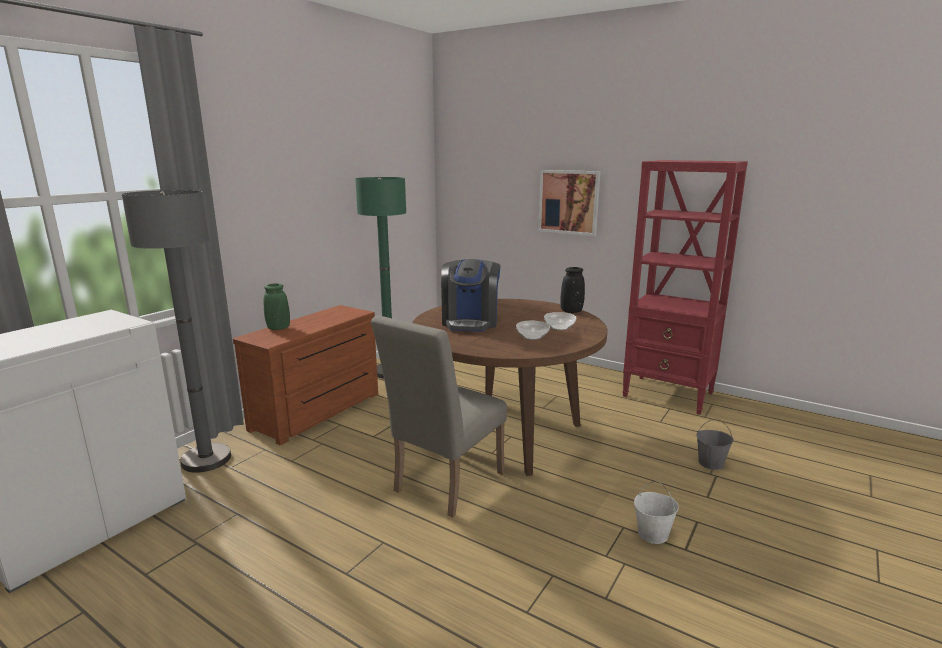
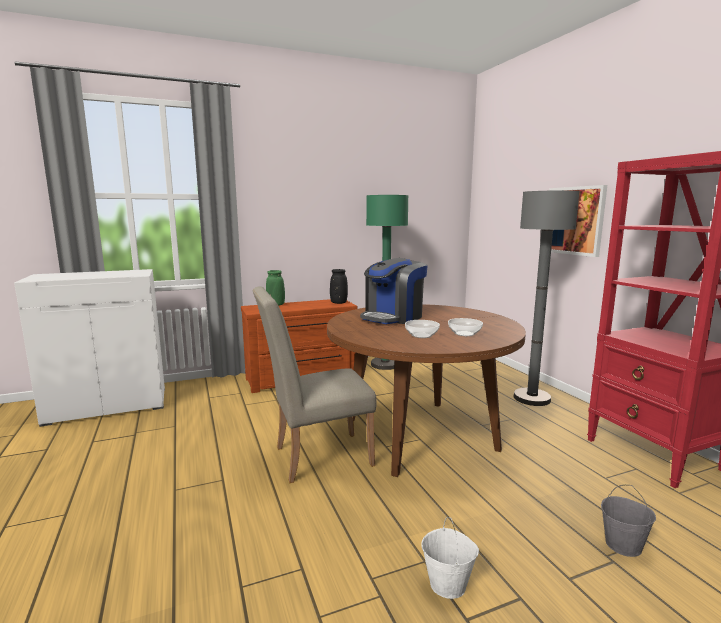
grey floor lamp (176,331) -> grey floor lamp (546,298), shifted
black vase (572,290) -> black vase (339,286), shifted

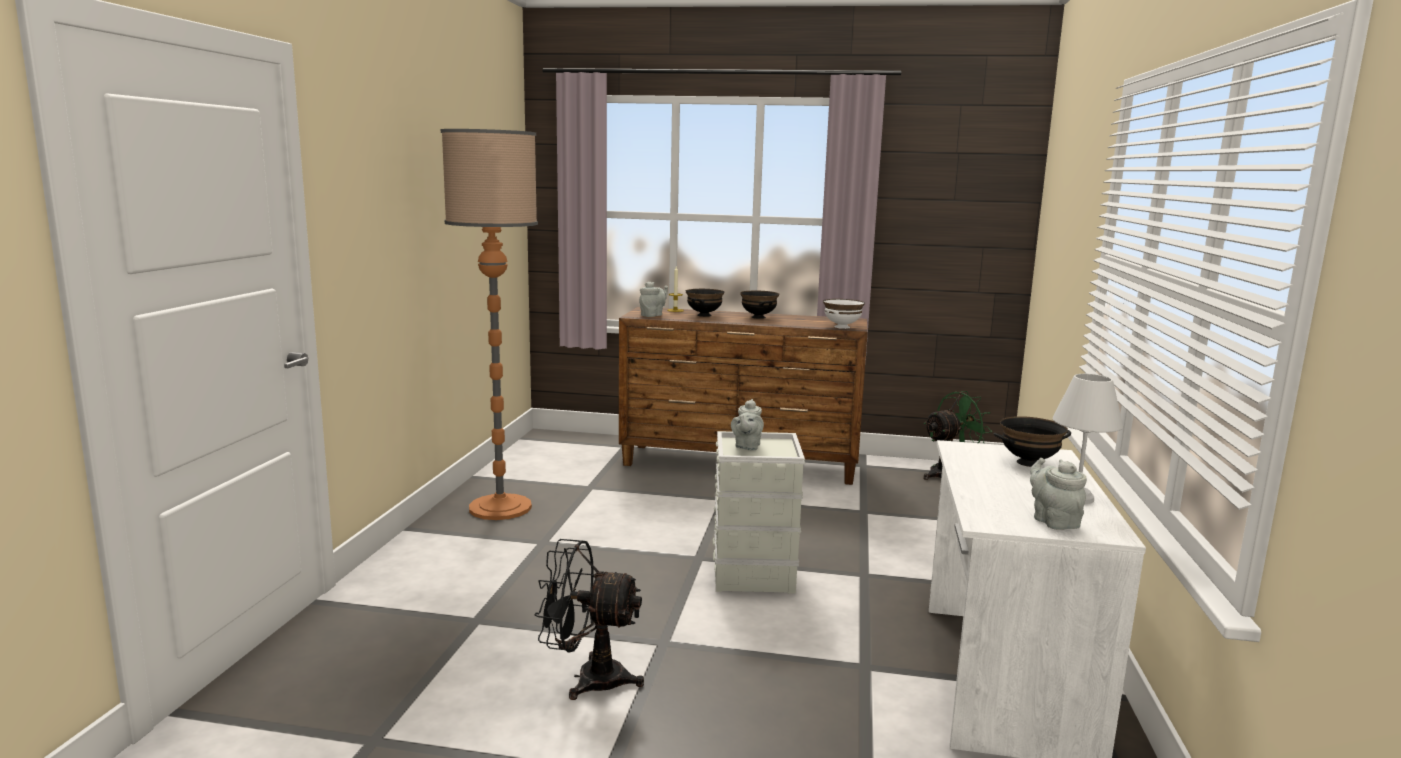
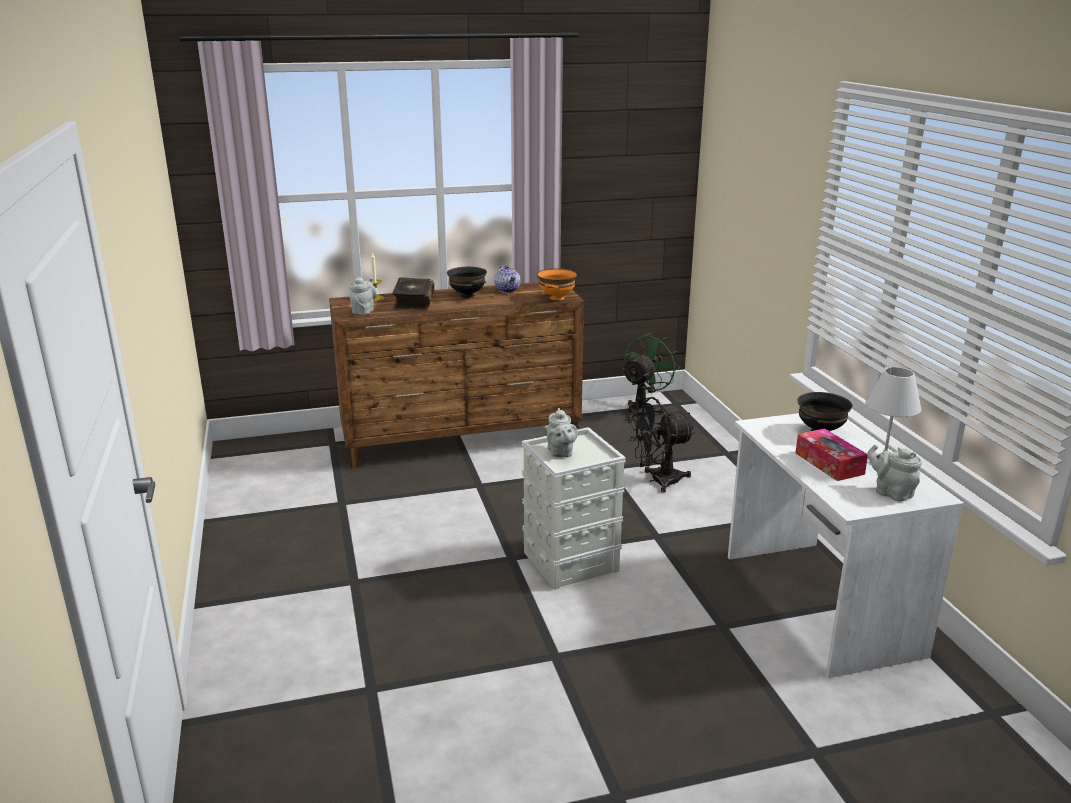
floor lamp (489,324) -> none
none -> teapot (507,279)
none -> tissue box (831,454)
black fan (589,619) -> black fan (662,444), shifted
black bowl (705,303) -> book (413,293)
white bowl (844,314) -> orange bowl (557,284)

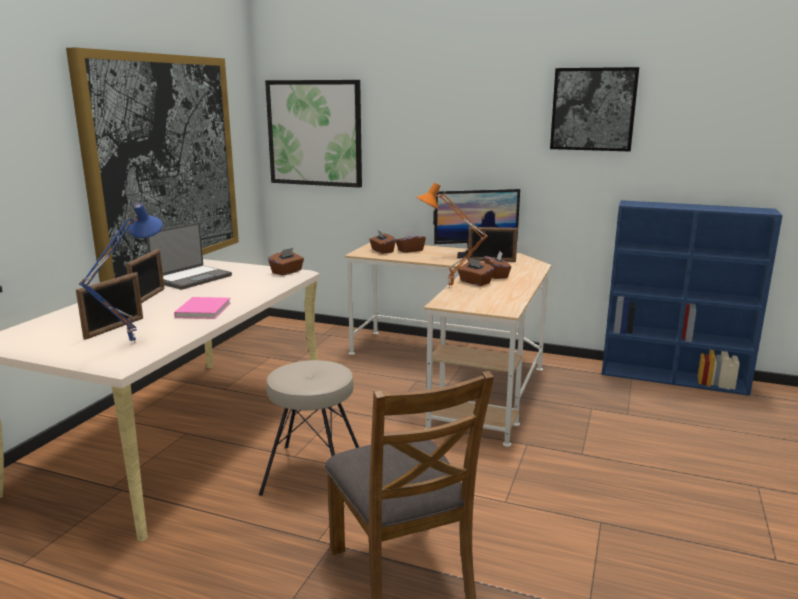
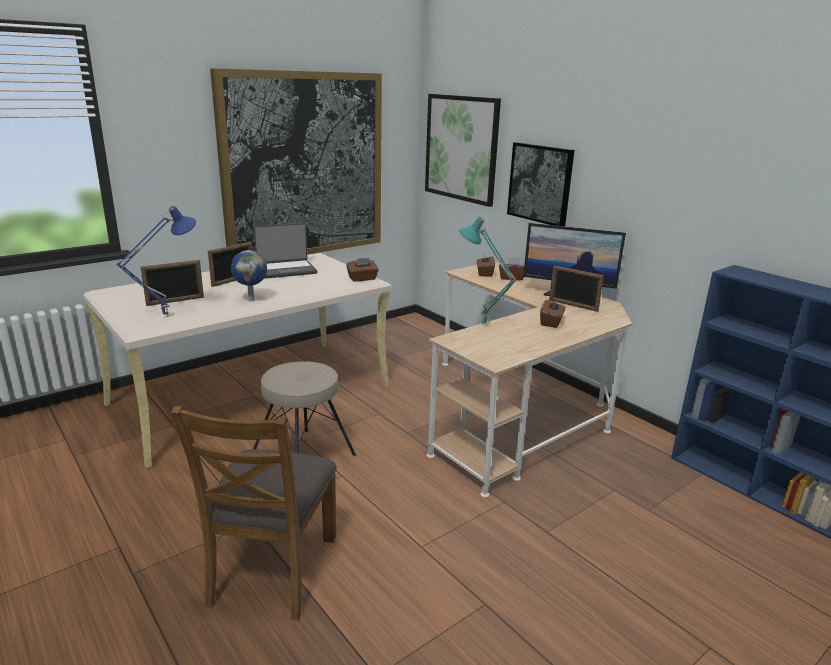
brown tissue box (476,272) -> none
picture (594,109) -> picture (541,184), shifted
pink book (202,308) -> globe (249,275)
orange table lamp (452,235) -> turquoise table lamp (488,271)

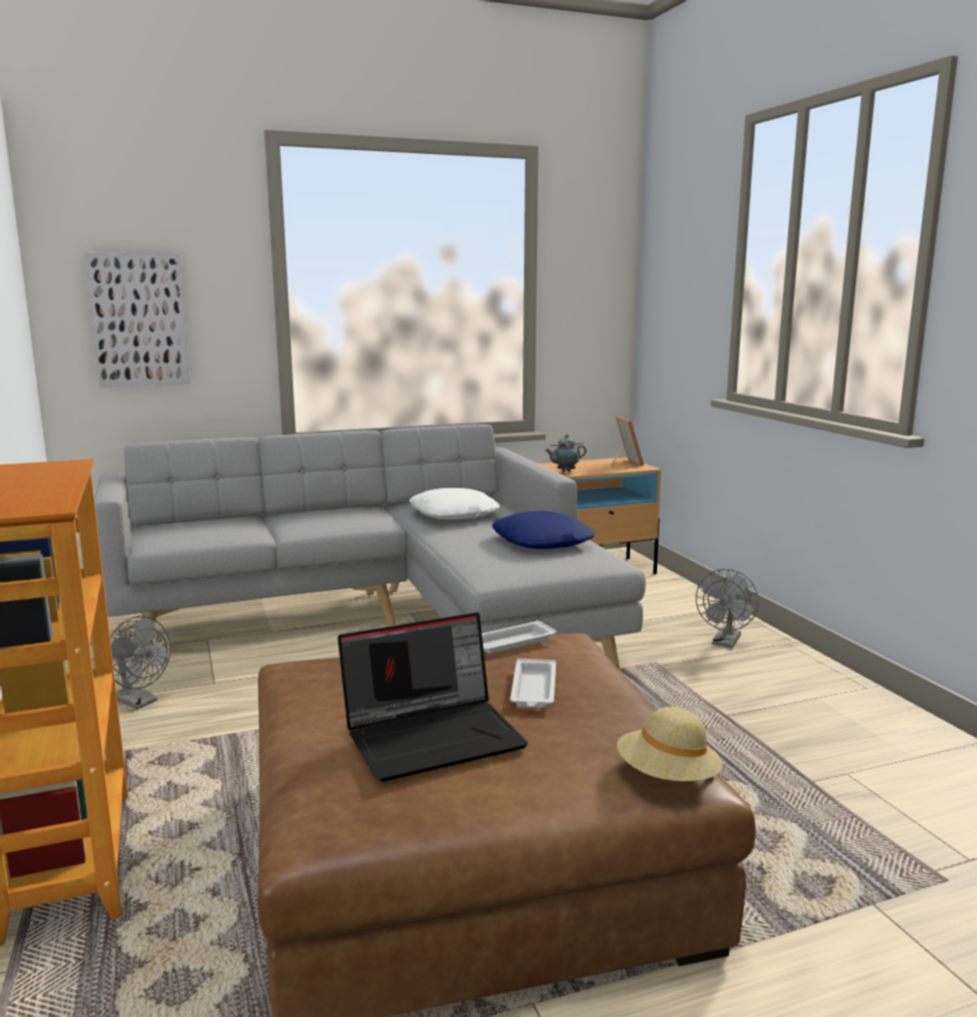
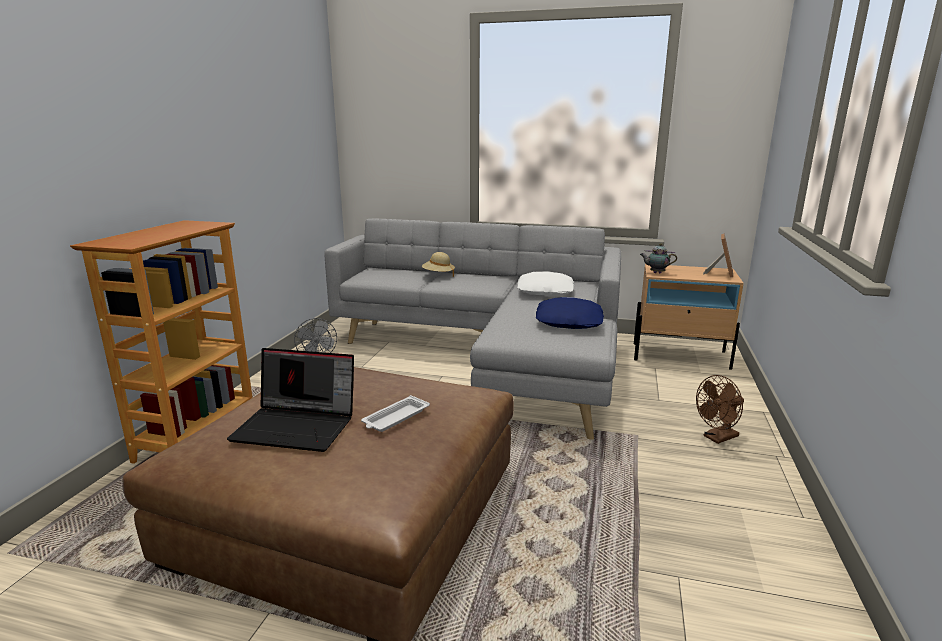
picture (137,320) -> none
white tray (519,636) -> none
beige hat (670,744) -> beige hat (438,264), shifted
grey fan (727,608) -> brown fan (720,409)

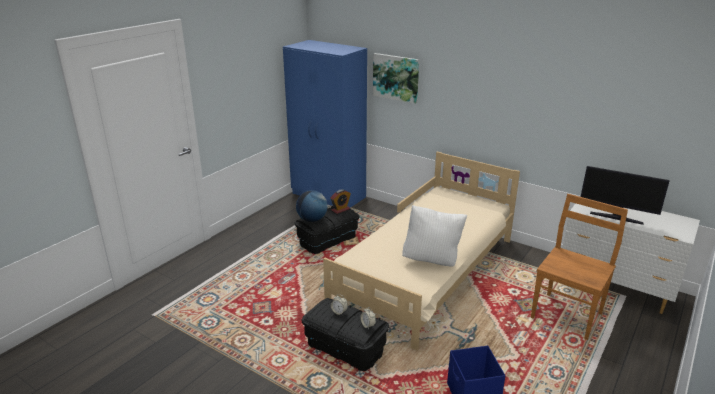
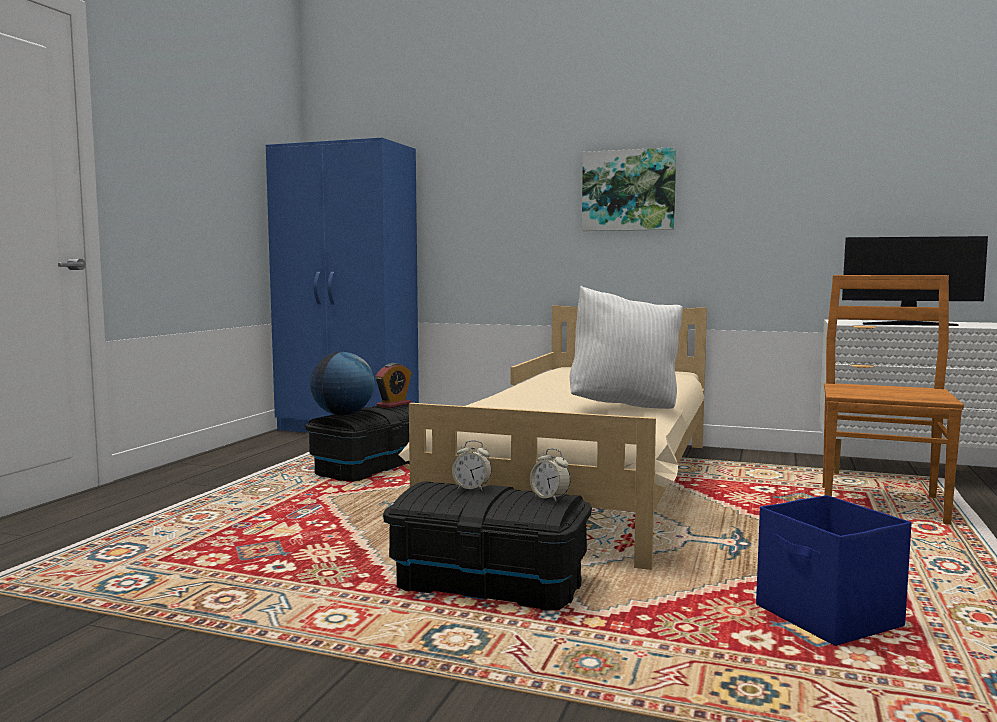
picture (396,78) -> picture (629,189), shifted

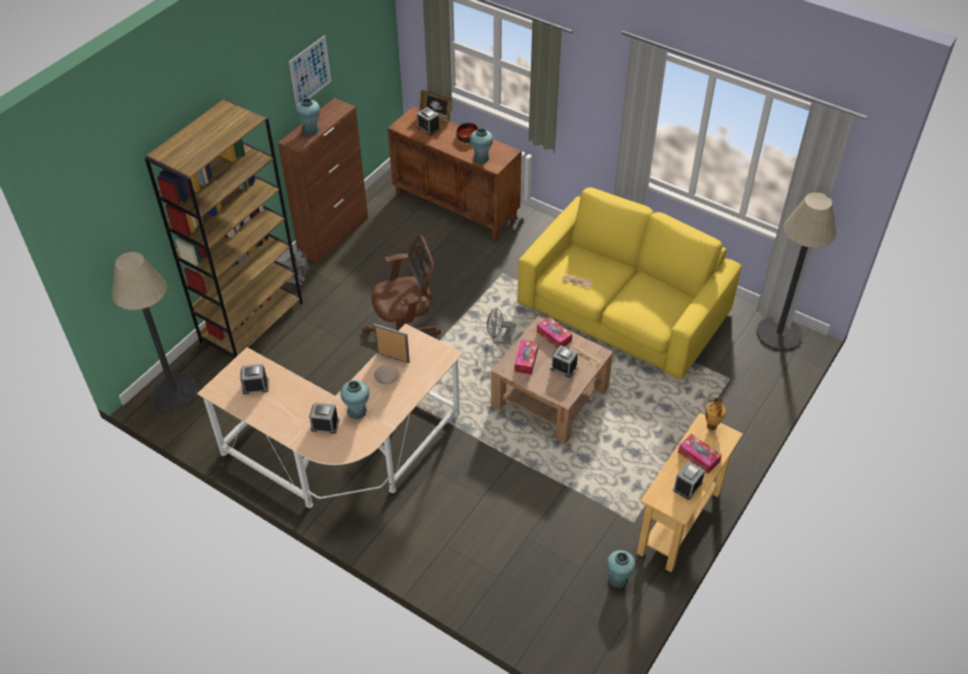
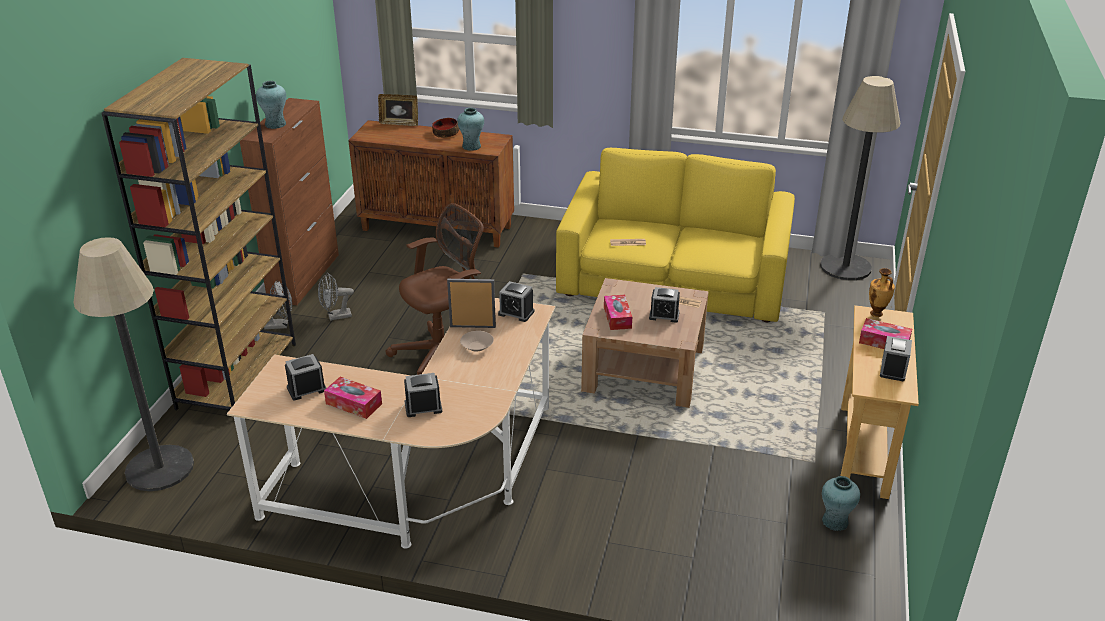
picture (310,70) -> none
turquoise vase (355,399) -> none
alarm clock (428,121) -> alarm clock (516,301), shifted
grey fan (501,325) -> grey fan (336,297), shifted
tissue box (554,332) -> tissue box (353,398), shifted

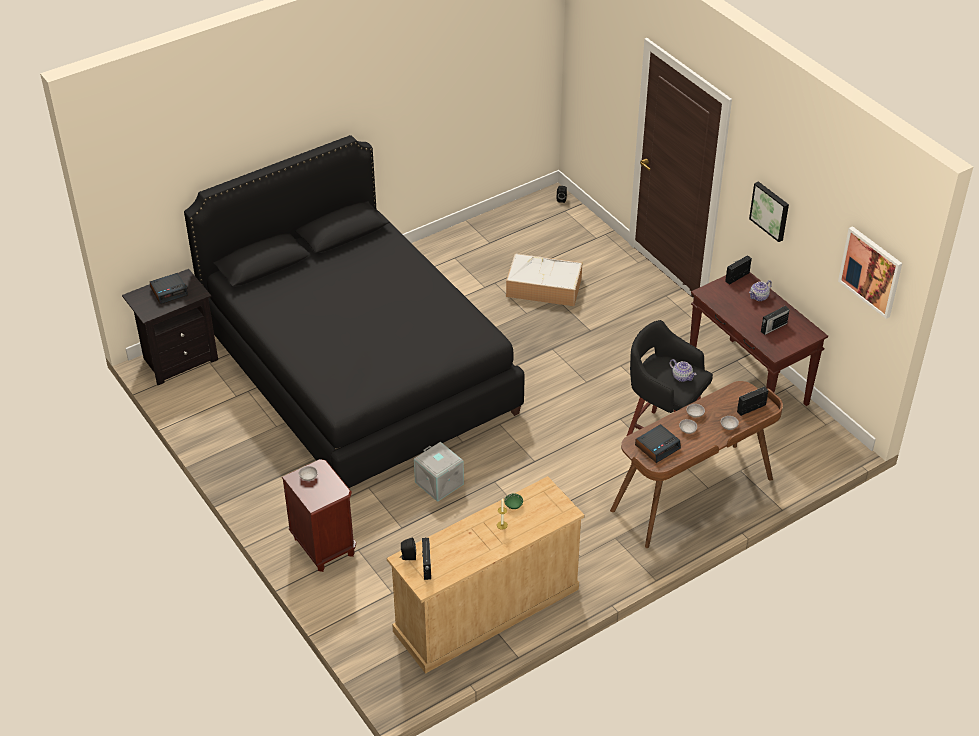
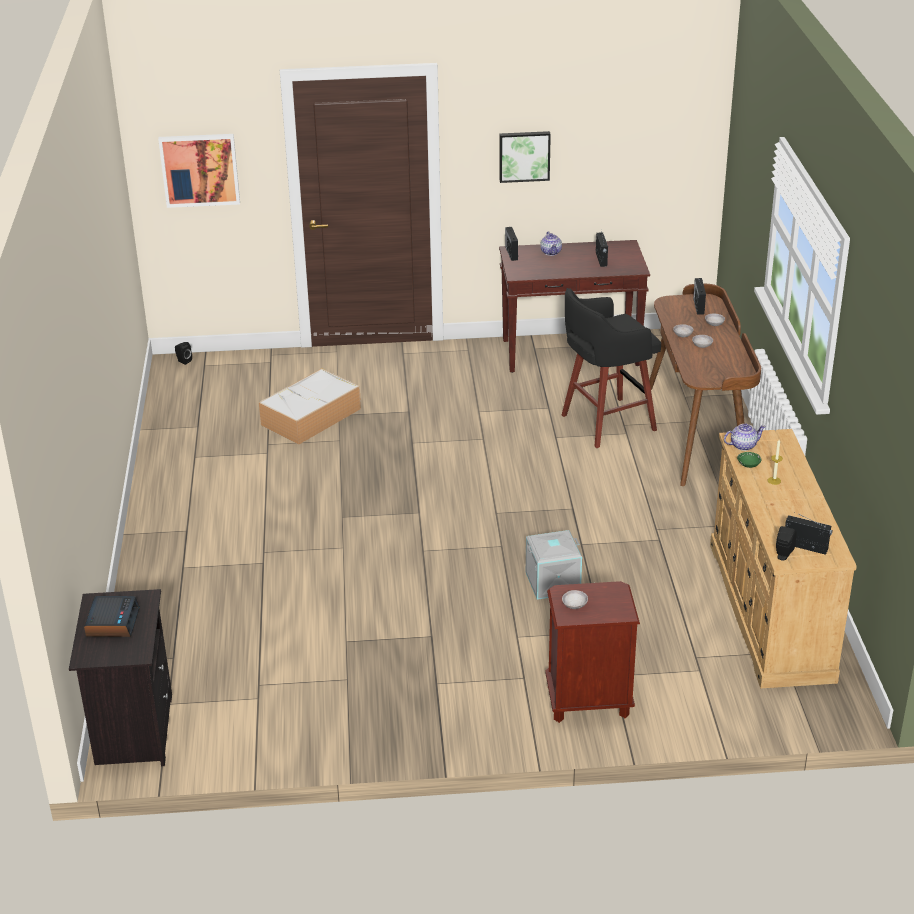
black bed (354,312) -> none
alarm clock (658,443) -> none
teapot (683,370) -> teapot (745,437), shifted
picture (870,272) -> picture (199,171), shifted

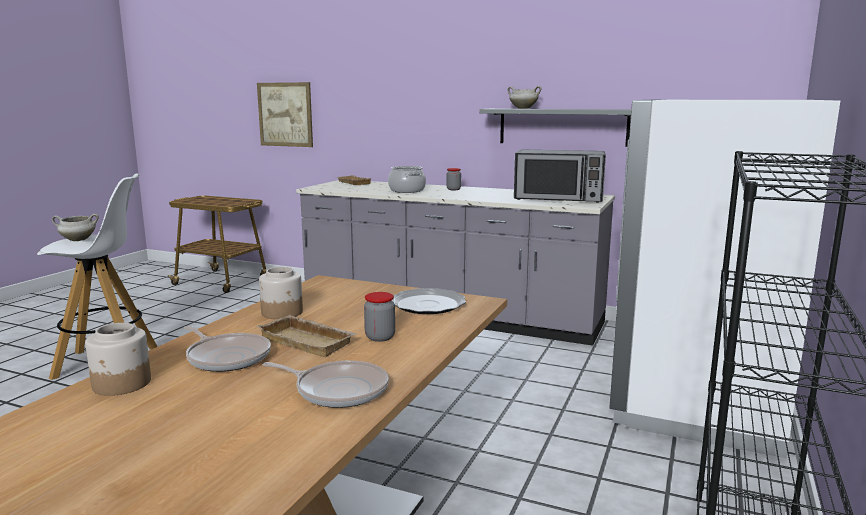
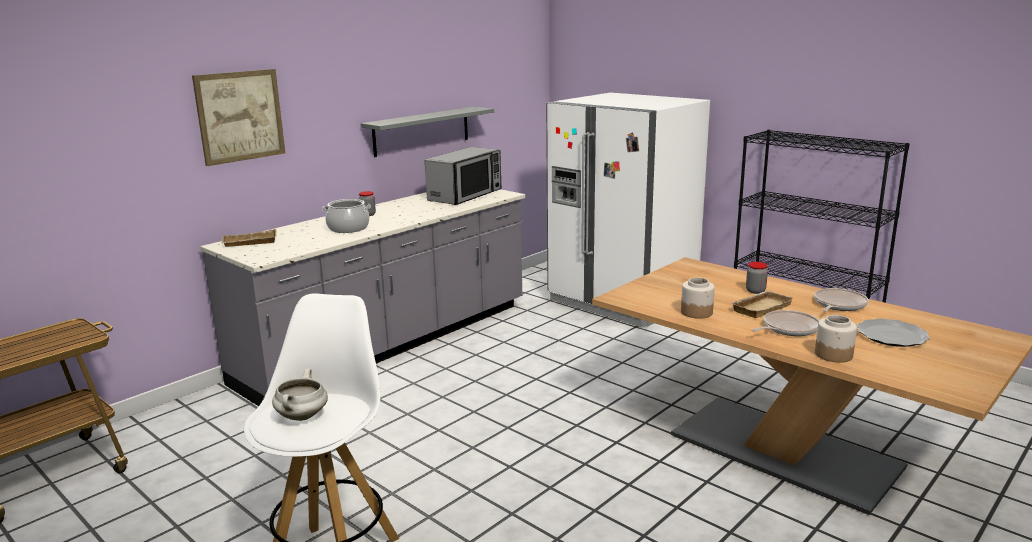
white cooking pot (525,97) -> none
picture (285,114) -> picture (238,117), shifted
plate (429,301) -> plate (893,332), shifted

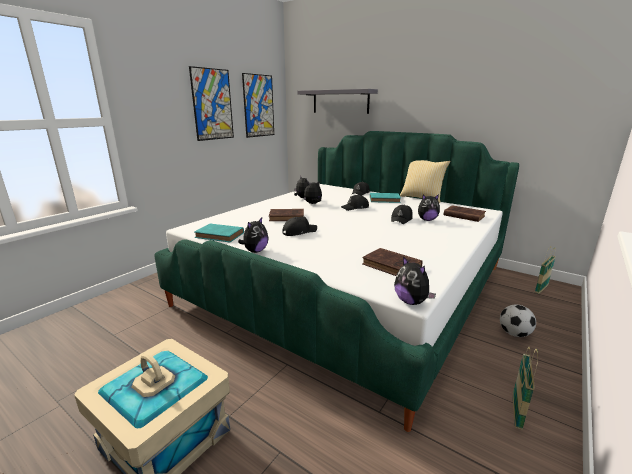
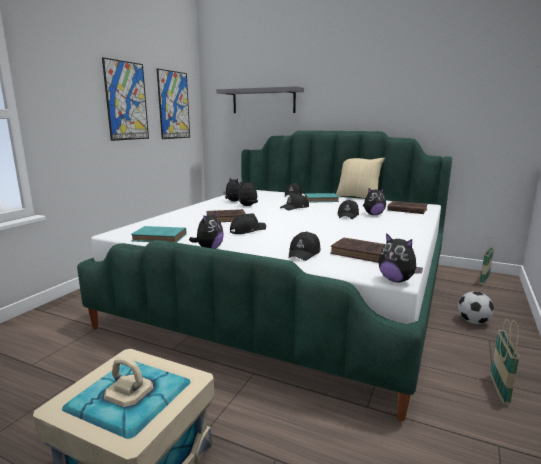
none -> black cap (305,246)

